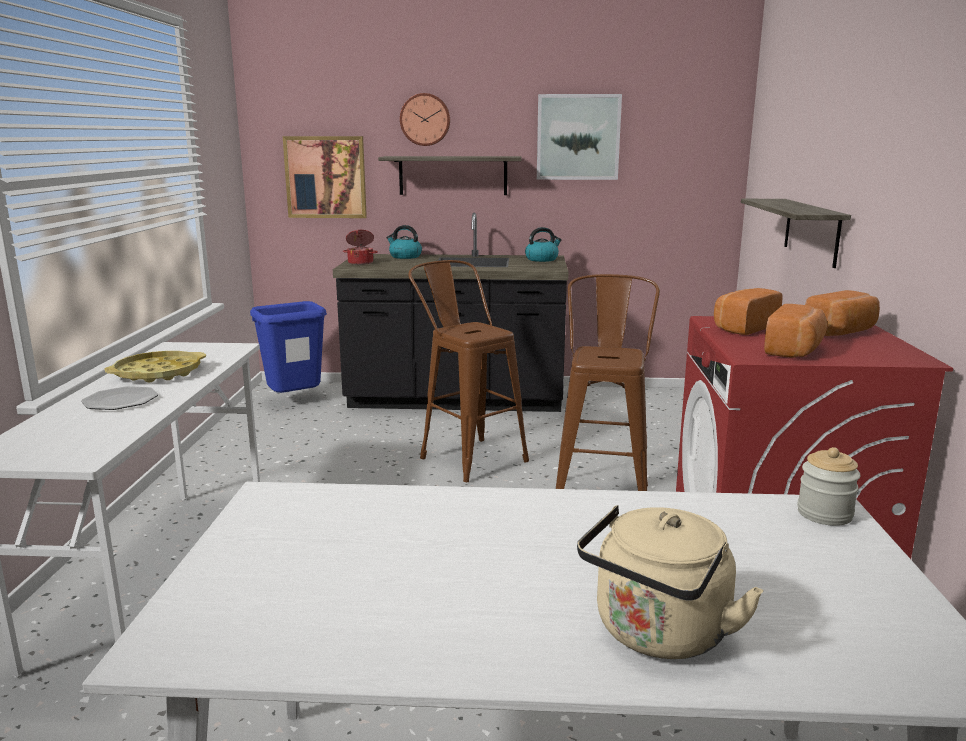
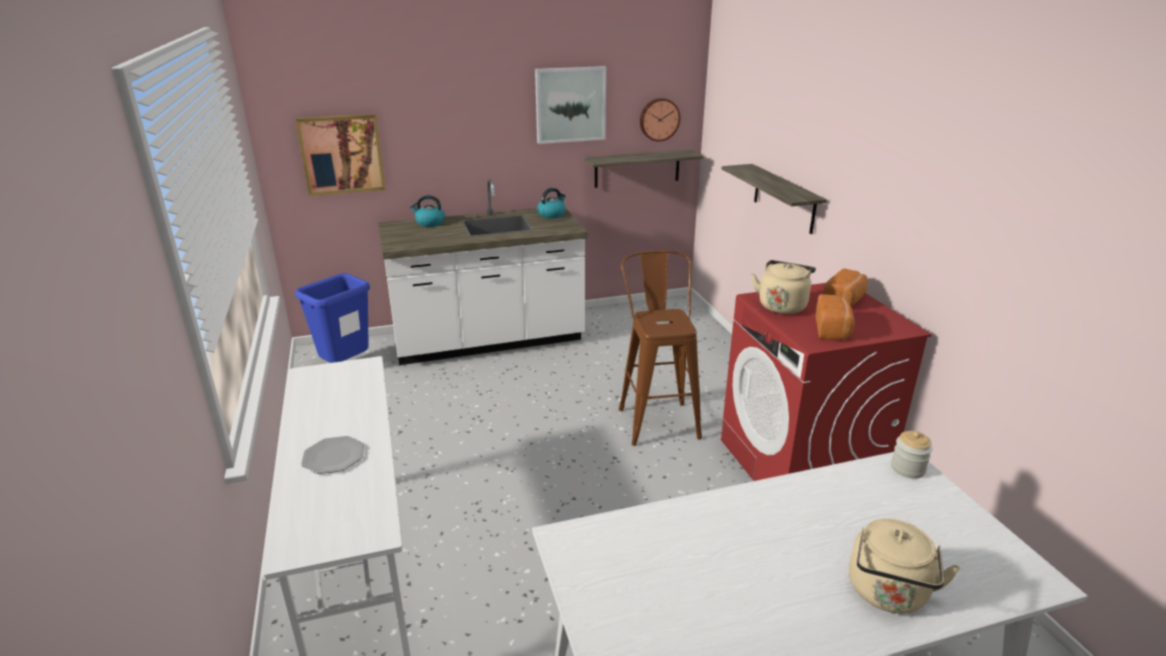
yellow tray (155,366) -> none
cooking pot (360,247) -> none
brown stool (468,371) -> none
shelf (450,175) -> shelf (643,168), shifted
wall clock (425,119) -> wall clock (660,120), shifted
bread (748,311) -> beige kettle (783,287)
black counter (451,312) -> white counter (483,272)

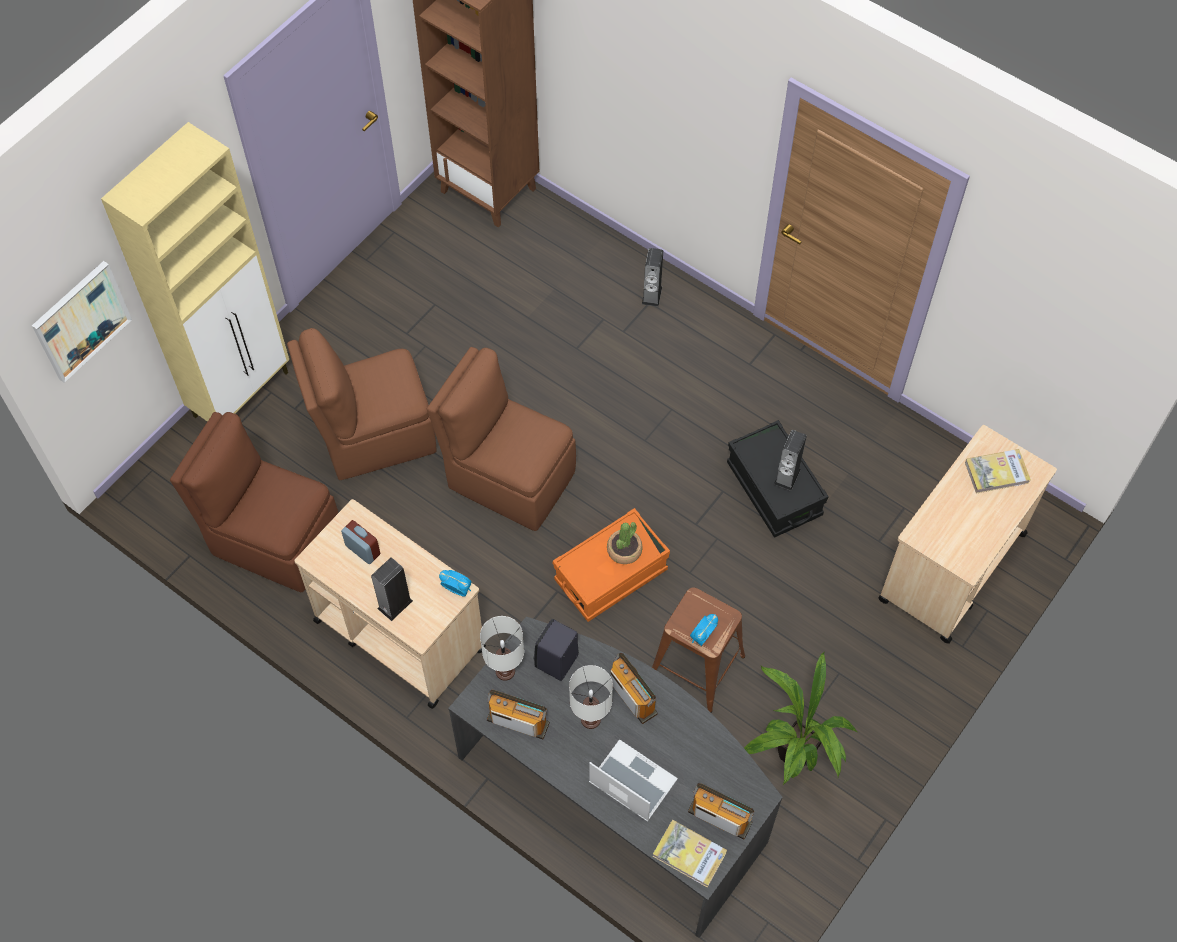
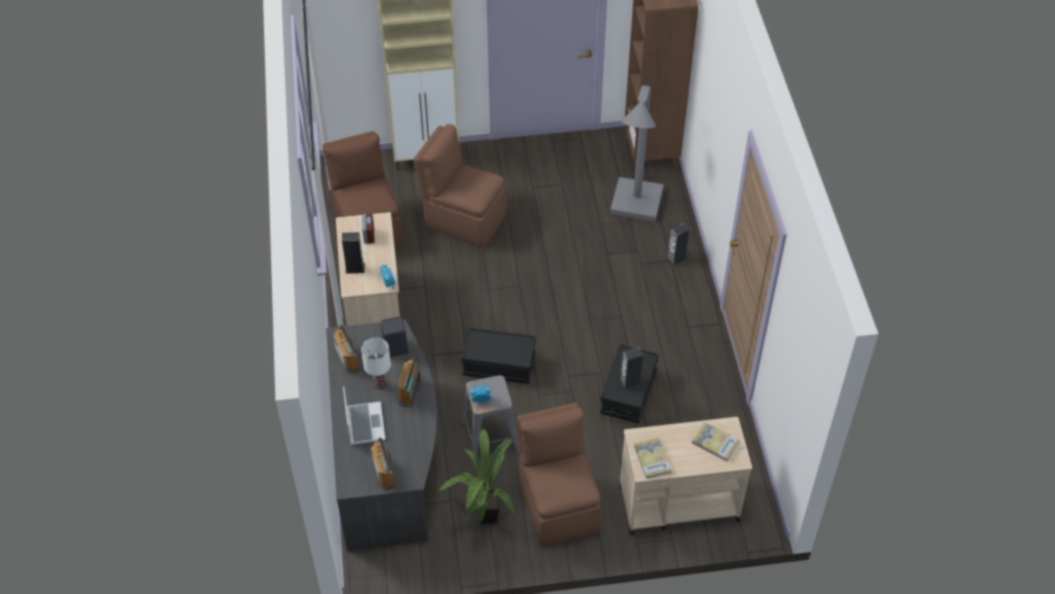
picture (82,322) -> none
white table lamp (502,648) -> none
potted plant (625,543) -> none
none -> grey floor lamp (637,153)
brown chair (501,439) -> brown chair (559,474), shifted
book (689,853) -> book (653,458), shifted
orange storage box (611,565) -> black storage box (498,355)
brown stool (698,650) -> grey stool (490,419)

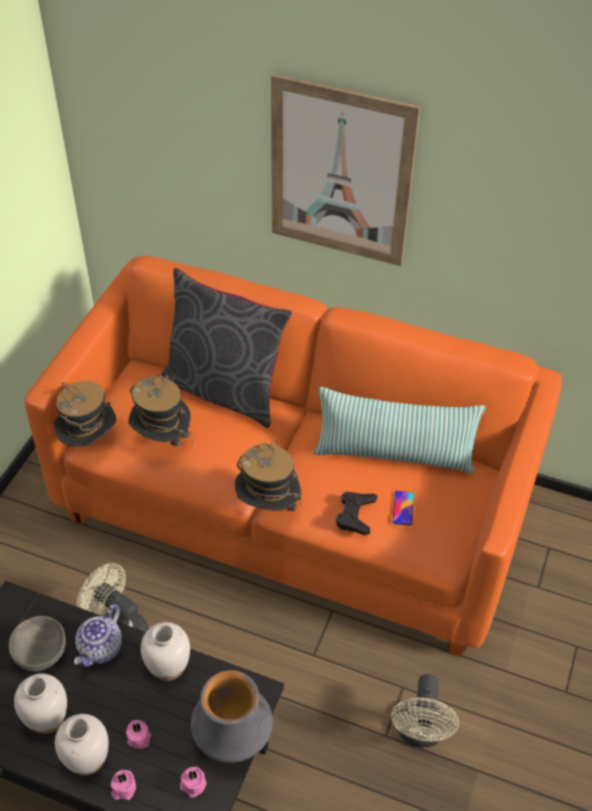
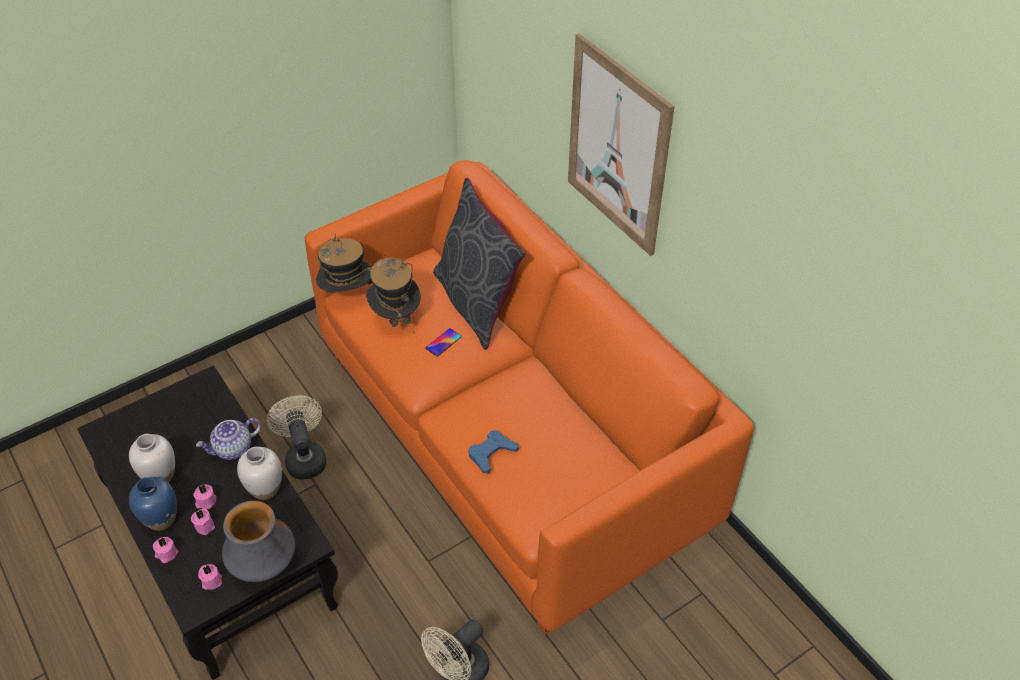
grey bowl (37,644) -> none
hat (268,475) -> none
pillow (400,430) -> none
none -> pink candle (204,497)
phone (403,508) -> phone (444,342), shifted
white vase (82,744) -> blue vase (153,504)
black game controller (356,513) -> blue game controller (493,452)

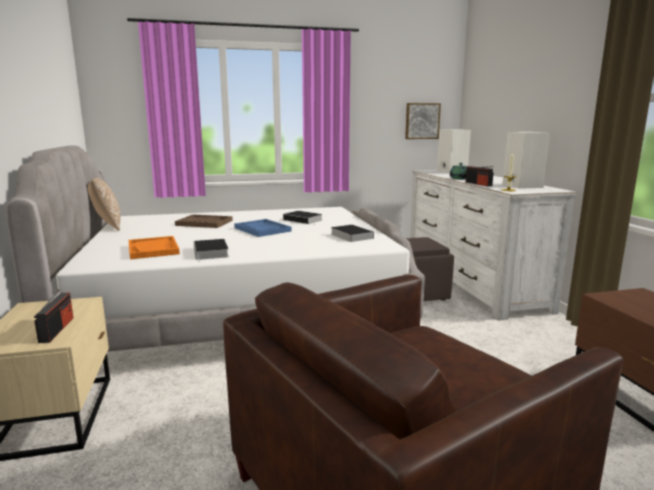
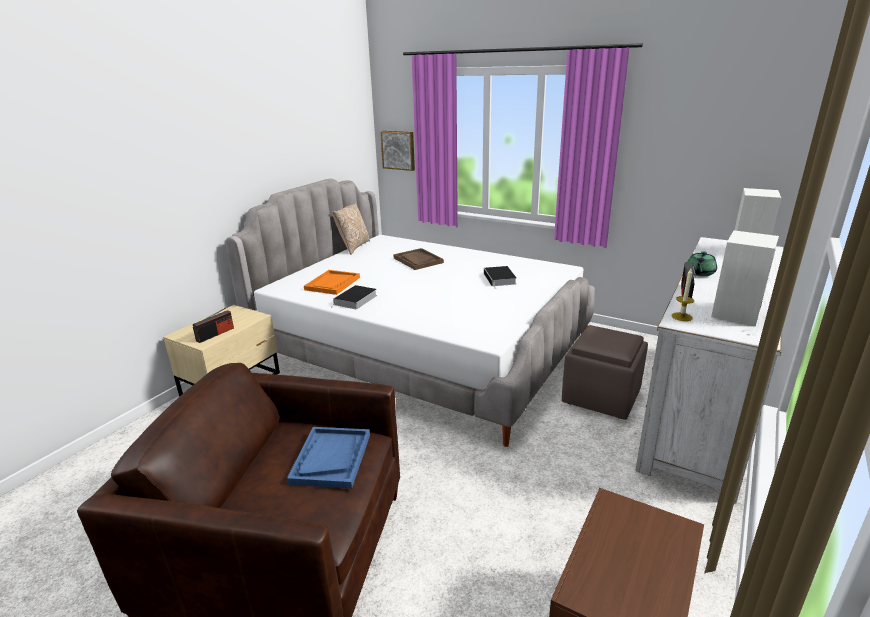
book (352,233) -> none
blue tray (262,228) -> blue tray (328,457), shifted
picture (423,121) -> picture (397,151), shifted

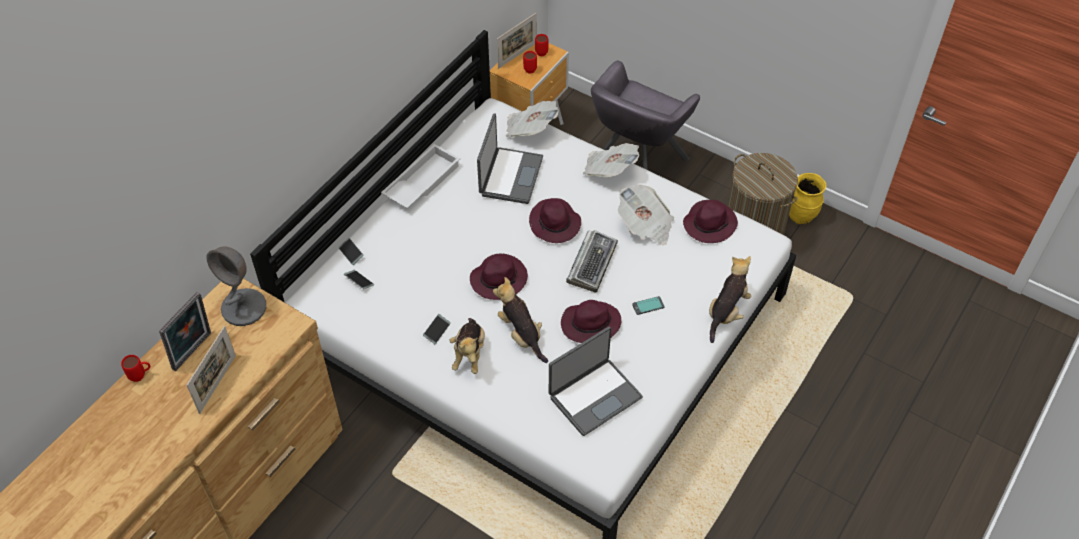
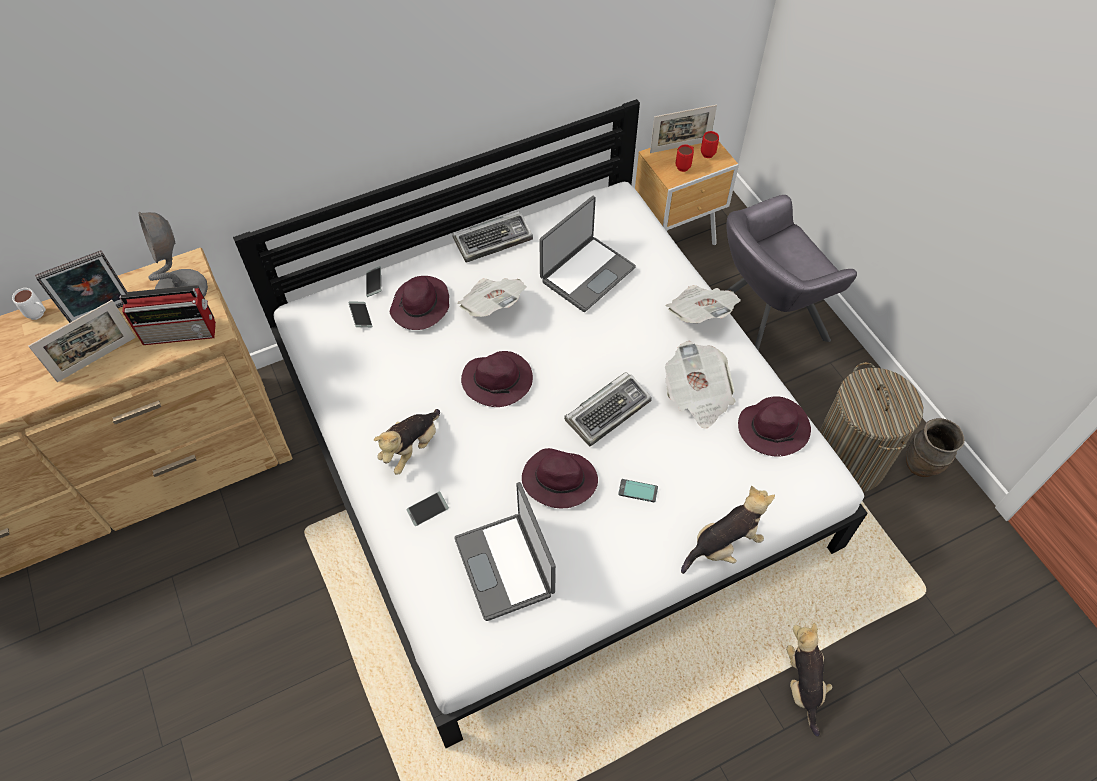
none -> radio (168,315)
phone (437,329) -> phone (427,509), shifted
plush toy (520,320) -> plush toy (809,680), shifted
newspaper (532,119) -> newspaper (492,297), shifted
purple hat (555,220) -> purple hat (419,303), shifted
white tray (420,176) -> keyboard (492,237)
red mug (135,368) -> white mug (29,304)
yellow vase (807,198) -> brown vase (935,447)
laptop (596,381) -> laptop (505,551), 75 degrees clockwise

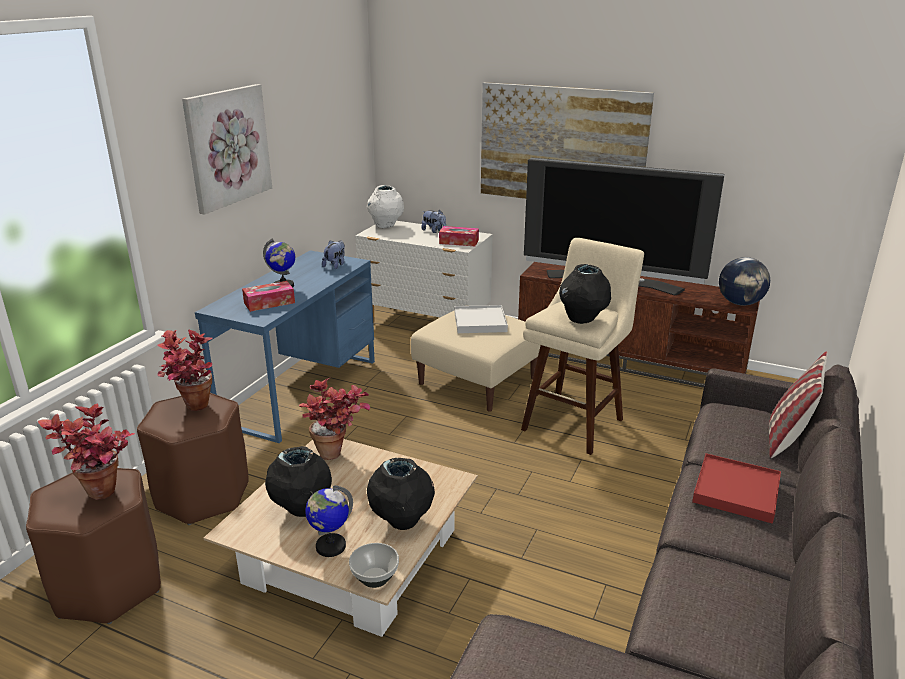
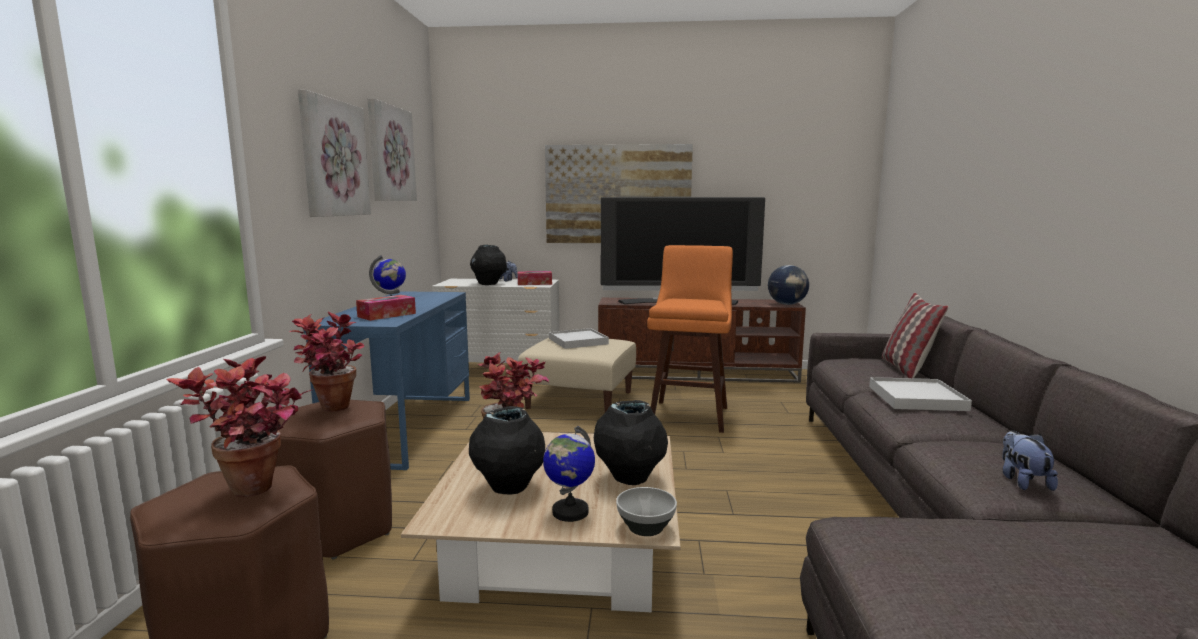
white vase (385,206) -> none
none -> picture (392,149)
plush toy (333,254) -> plush toy (1030,461), shifted
black vase (585,294) -> black vase (488,265), shifted
beige stool (582,346) -> orange stool (690,339)
red tray (736,488) -> white tray (920,394)

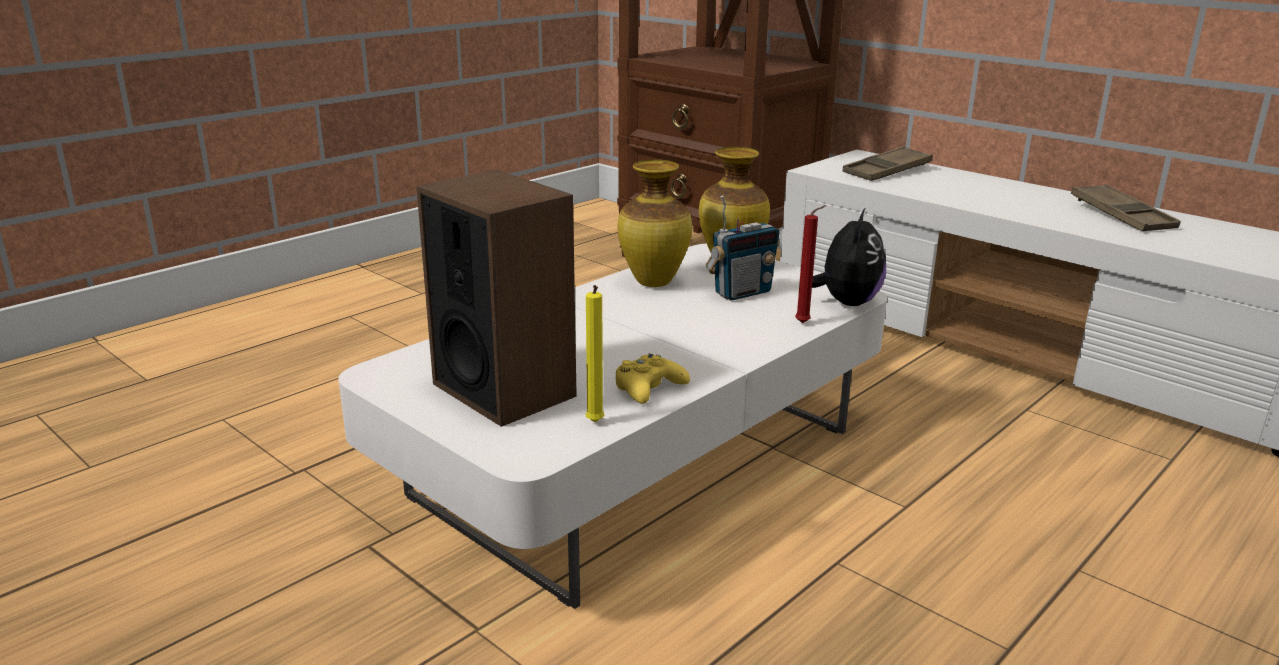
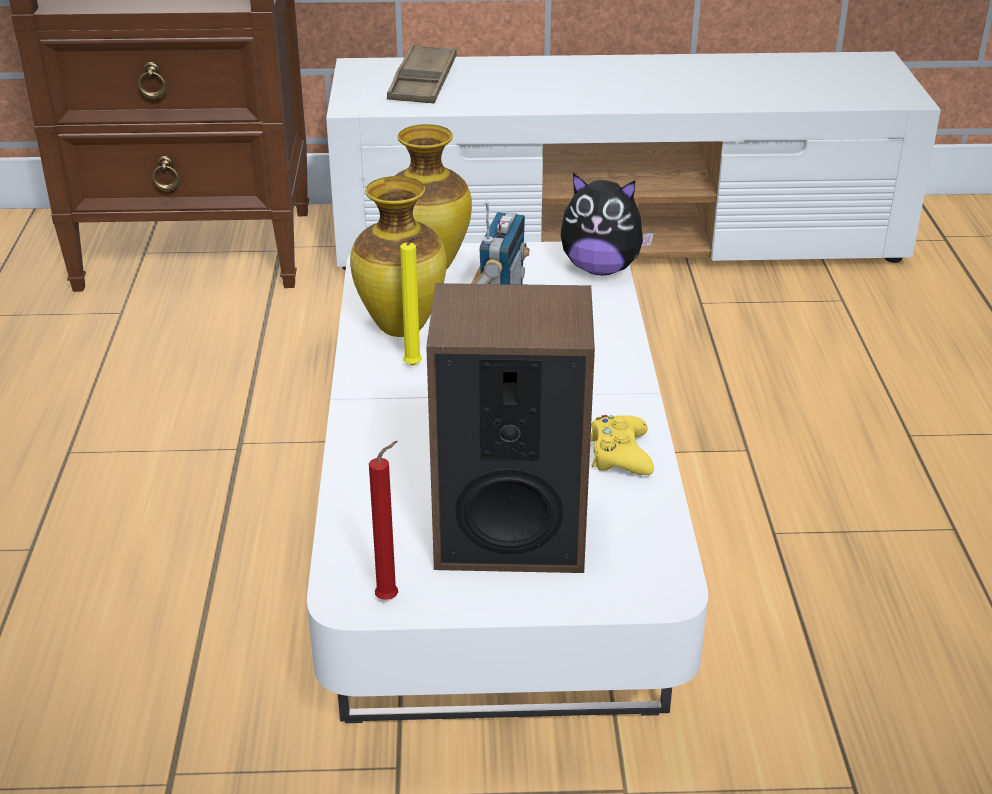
brown tray (1125,207) -> none
yellow candle (595,353) -> yellow candle (411,301), shifted
red candle (810,264) -> red candle (383,520), shifted
plush toy (849,256) -> plush toy (607,224), 135 degrees clockwise

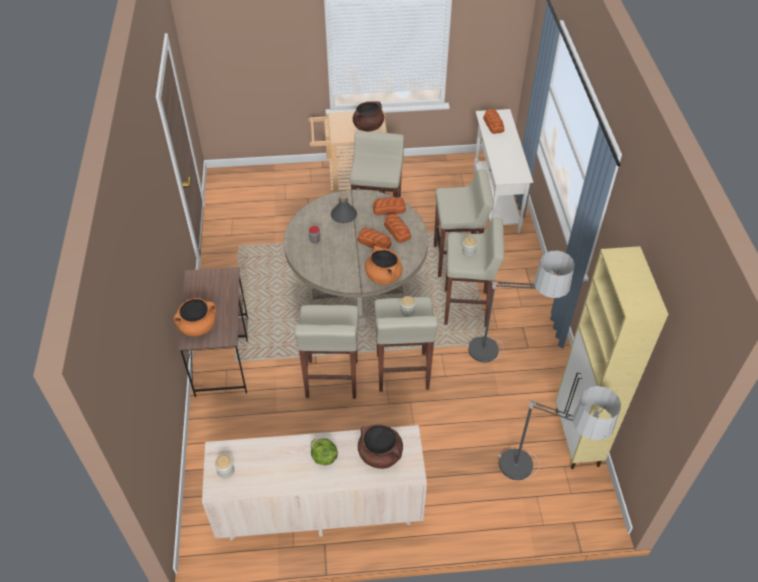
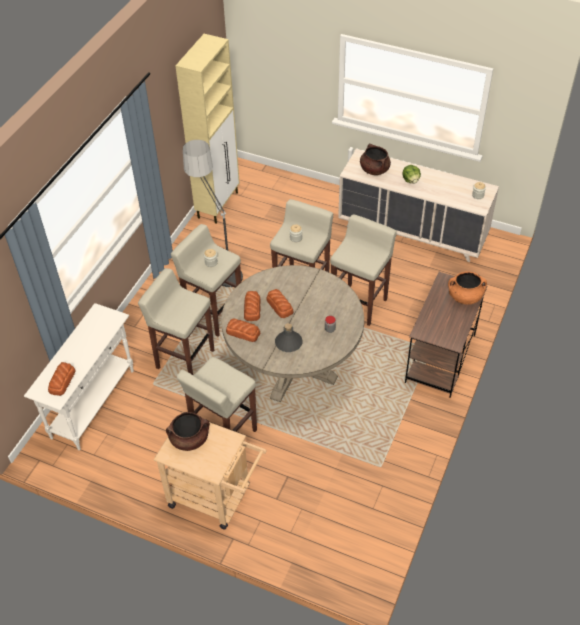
orange cooking pot (383,265) -> none
floor lamp (559,433) -> none

